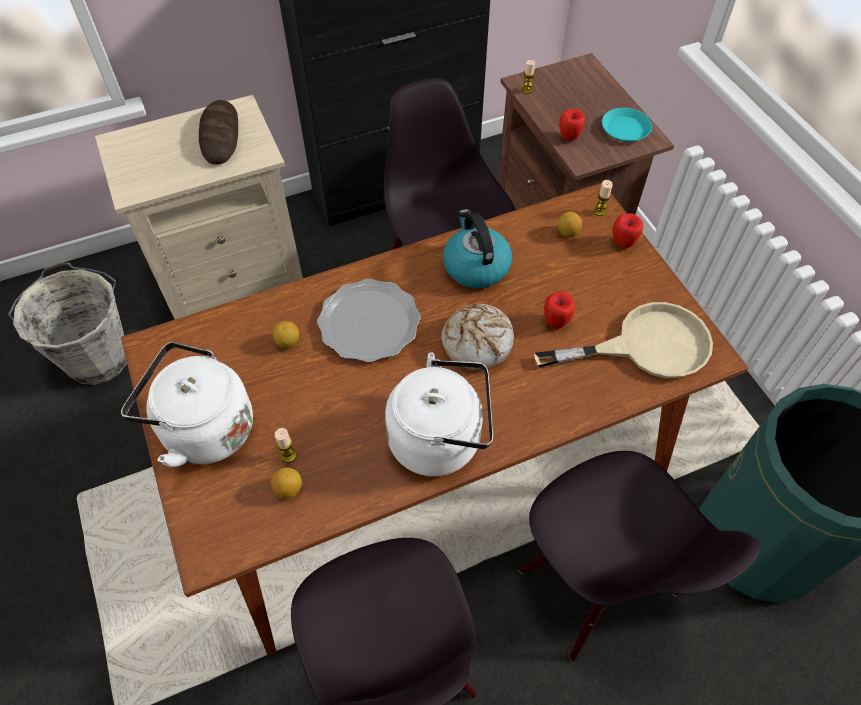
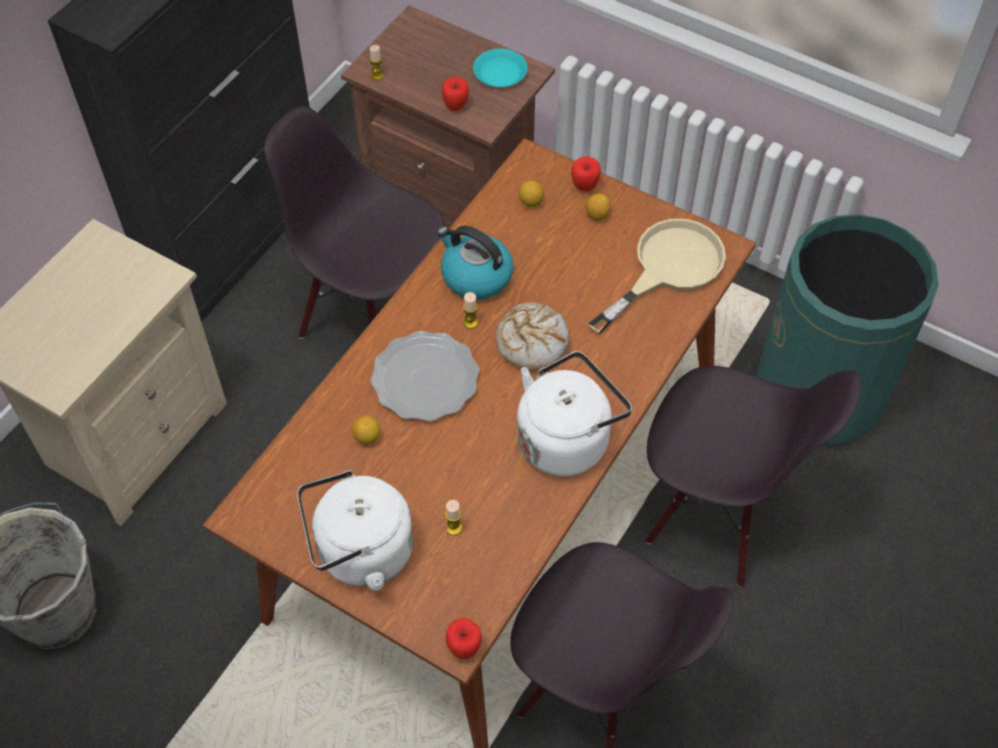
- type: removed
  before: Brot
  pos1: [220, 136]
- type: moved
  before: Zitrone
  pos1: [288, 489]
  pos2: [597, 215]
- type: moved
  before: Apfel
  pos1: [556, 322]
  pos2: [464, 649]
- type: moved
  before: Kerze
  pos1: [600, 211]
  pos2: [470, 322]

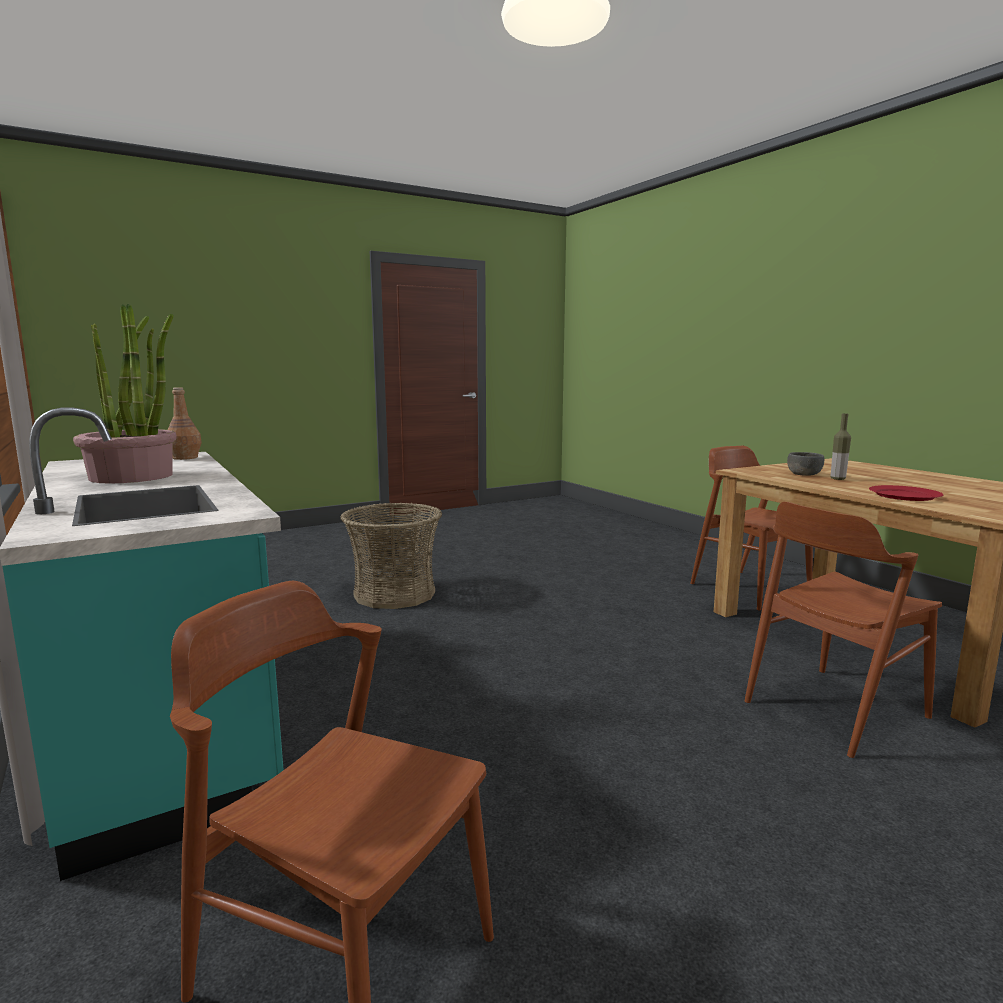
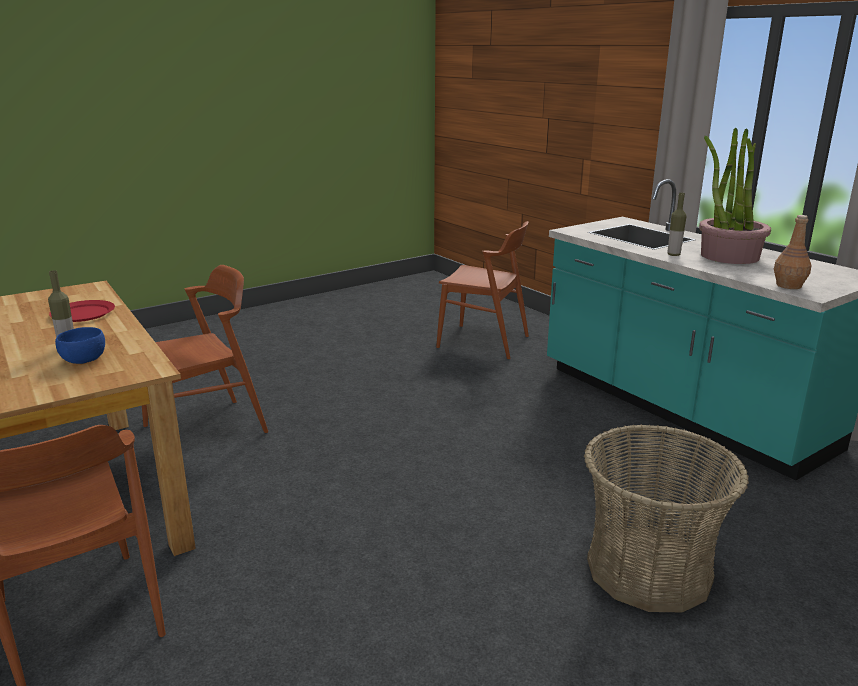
- type: added
  after: Flasche
  pos2: [673, 255]
- type: recoloured
  before: Schüssel (grau)
  after: Schüssel (blau)
  pos1: [804, 474]
  pos2: [83, 359]

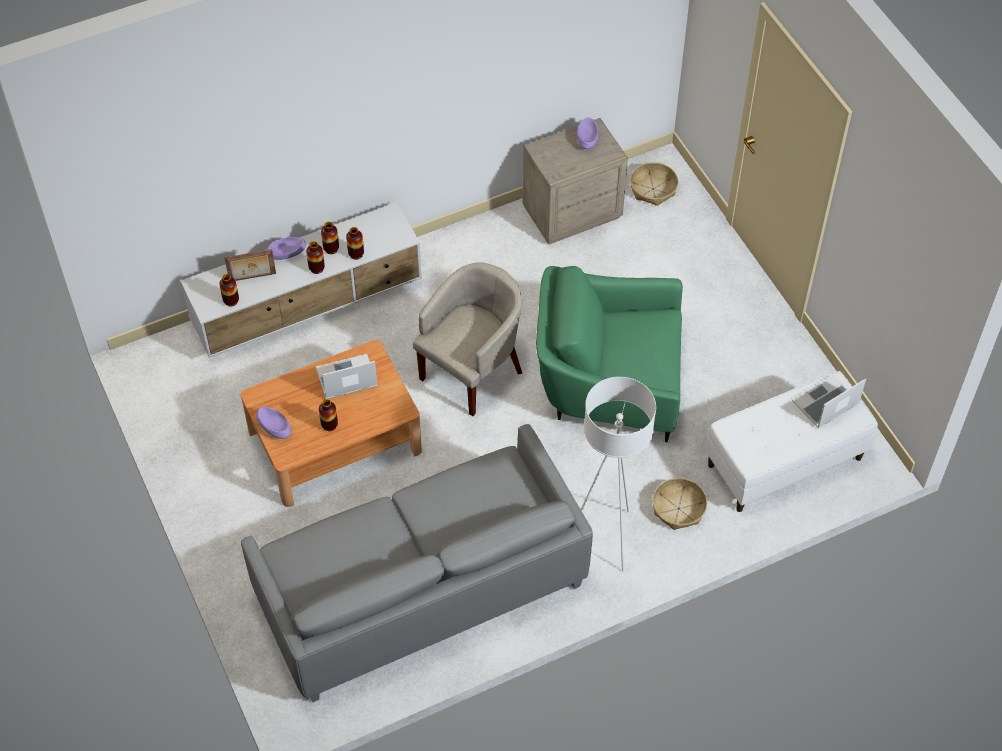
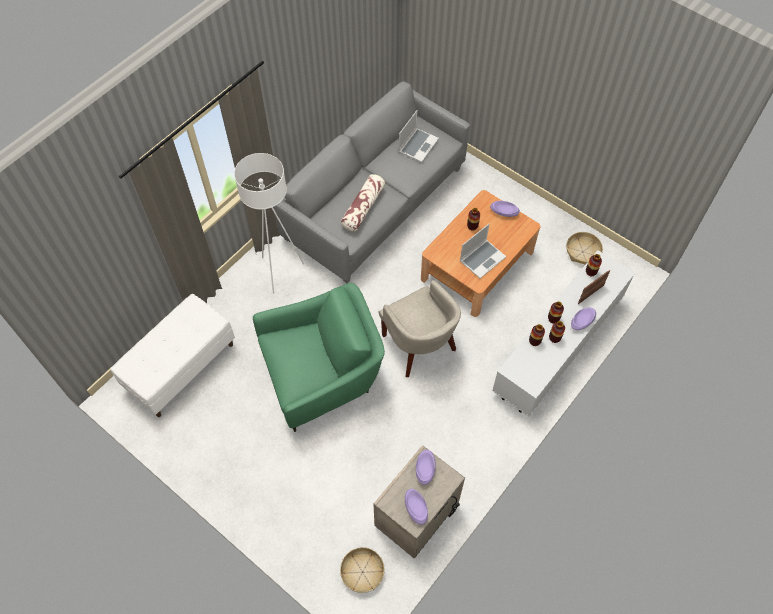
- type: added
  after: Kissen
  pos2: [363, 207]
- type: added
  after: Schüssel (lila)
  pos2: [425, 469]
- type: moved
  before: Korb
  pos1: [678, 509]
  pos2: [582, 252]
- type: moved
  before: Laptop
  pos1: [825, 404]
  pos2: [418, 145]
- type: turned
  before: Sessel (beige)
  pos1: [472, 371]
  pos2: [419, 346]
  turn: -45

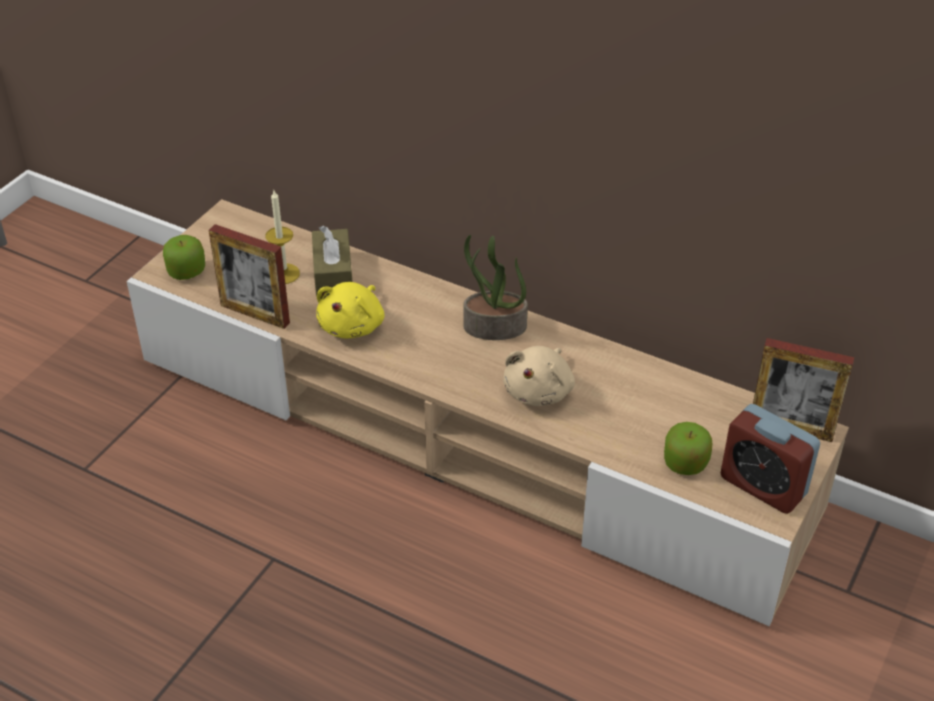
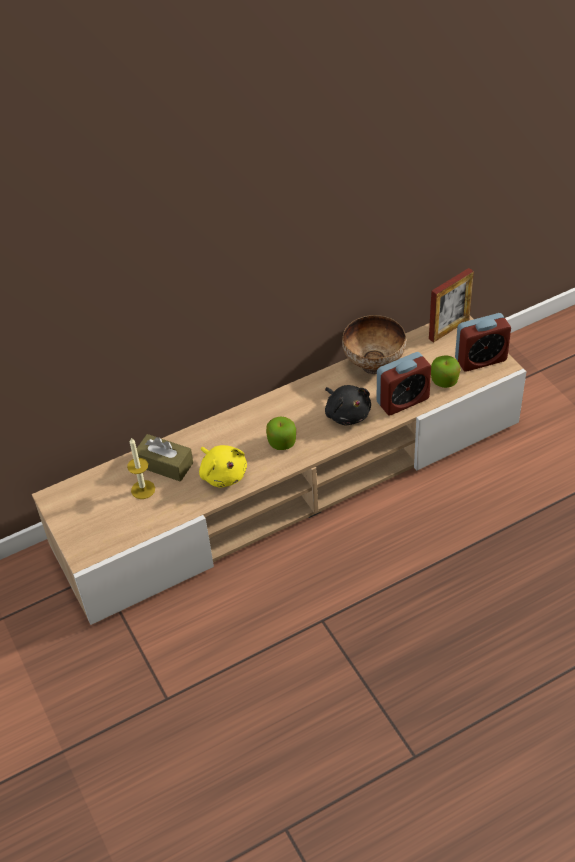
- type: removed
  before: Bilderrahmen
  pos1: [255, 314]
- type: removed
  before: Topfpflanze
  pos1: [494, 328]
- type: added
  after: Schüssel
  pos2: [374, 363]
- type: added
  after: Wecker
  pos2: [402, 401]
- type: moved
  before: Apfel
  pos1: [186, 271]
  pos2: [282, 442]
- type: recoloured
  before: Plüschtier (beige)
  after: Plüschtier (schwarz)
  pos1: [539, 391]
  pos2: [347, 413]

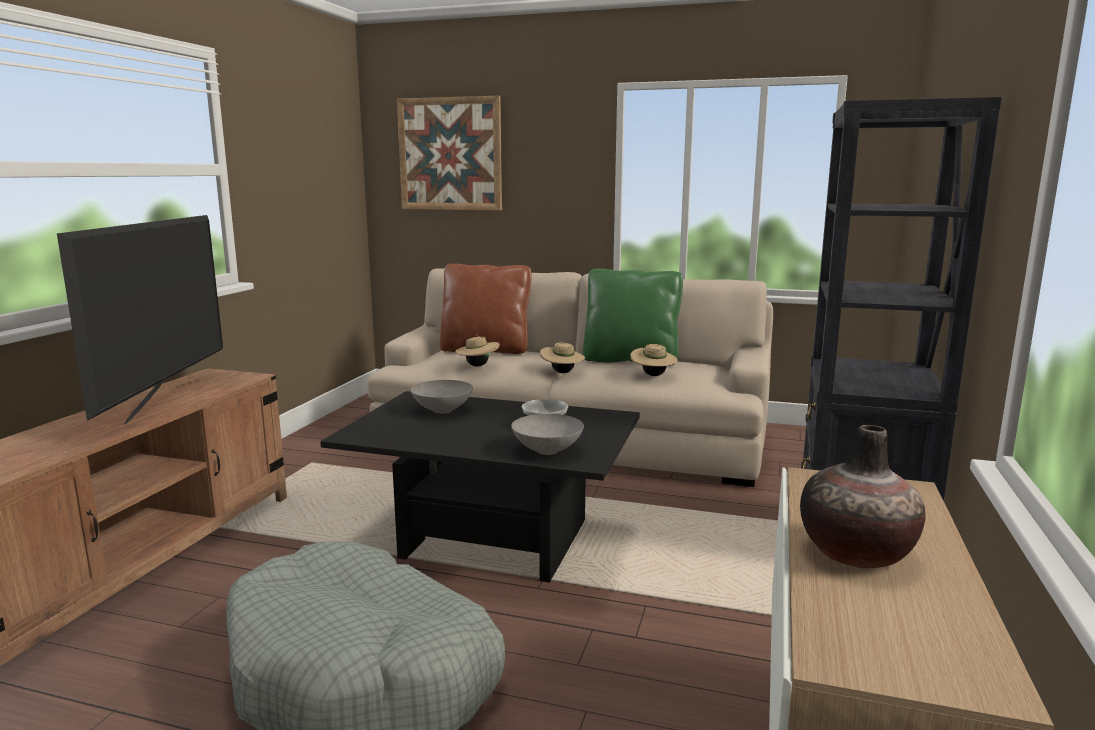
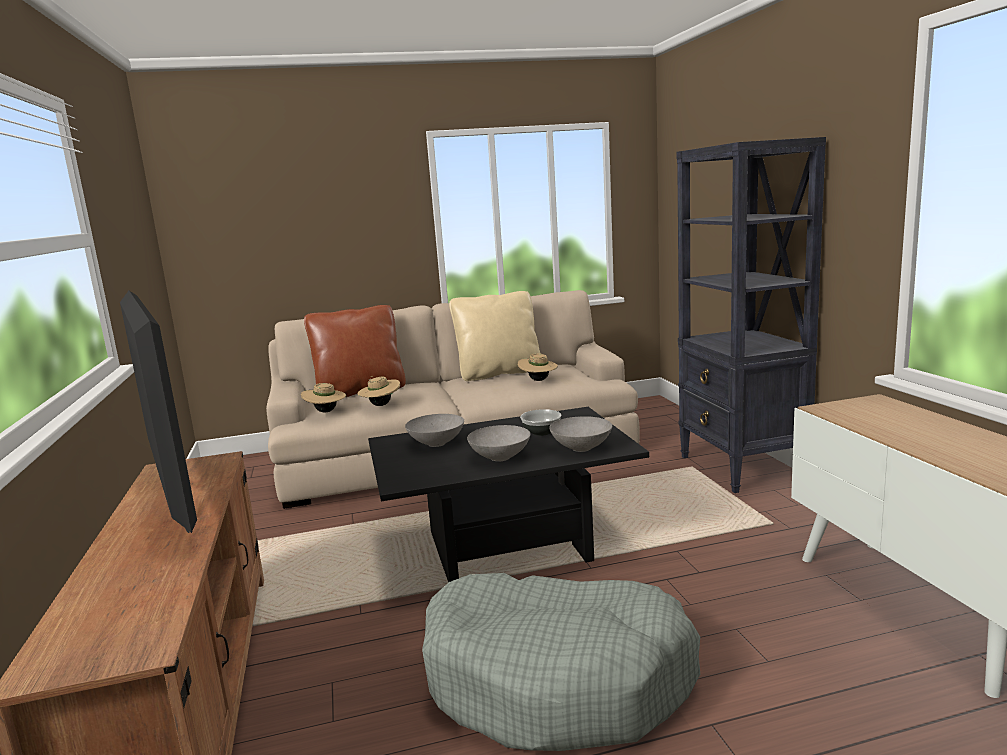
- type: removed
  before: Bild
  pos1: [450, 154]
- type: removed
  before: Vase
  pos1: [856, 553]
- type: added
  after: Schüssel (grau)
  pos2: [500, 457]
- type: moved
  before: Hut (beige)
  pos1: [562, 373]
  pos2: [326, 412]
- type: recoloured
  before: Kissen (grün)
  after: Kissen (beige)
  pos1: [630, 360]
  pos2: [499, 373]

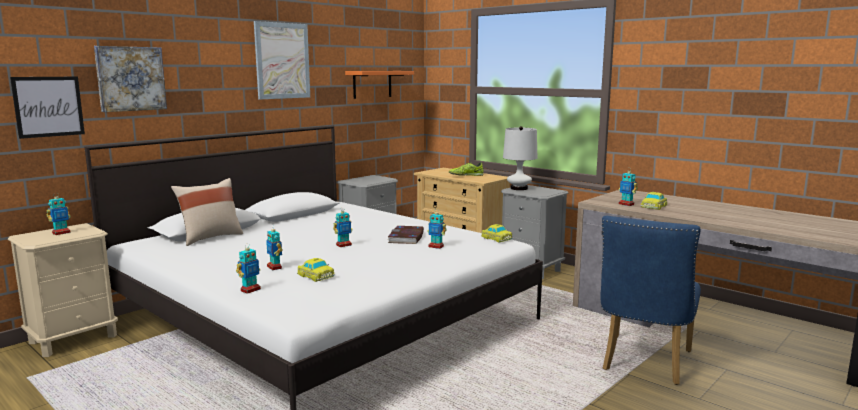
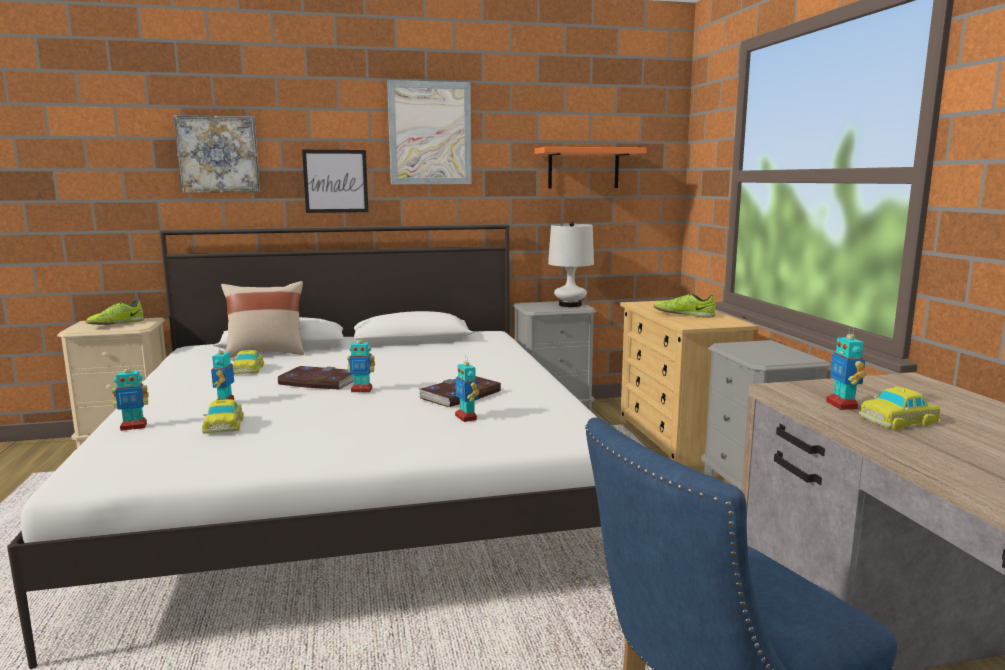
- type: added
  after: Buch
  pos2: [318, 382]
- type: moved
  before: Bild
  pos1: [48, 106]
  pos2: [335, 181]
- type: moved
  before: Spielzeugauto
  pos1: [496, 238]
  pos2: [248, 369]
- type: moved
  before: Tischlampe (weiß)
  pos1: [519, 188]
  pos2: [570, 305]
- type: replaced
  before: Spielzeugroboter
  after: Schuh
  pos1: [61, 233]
  pos2: [116, 324]

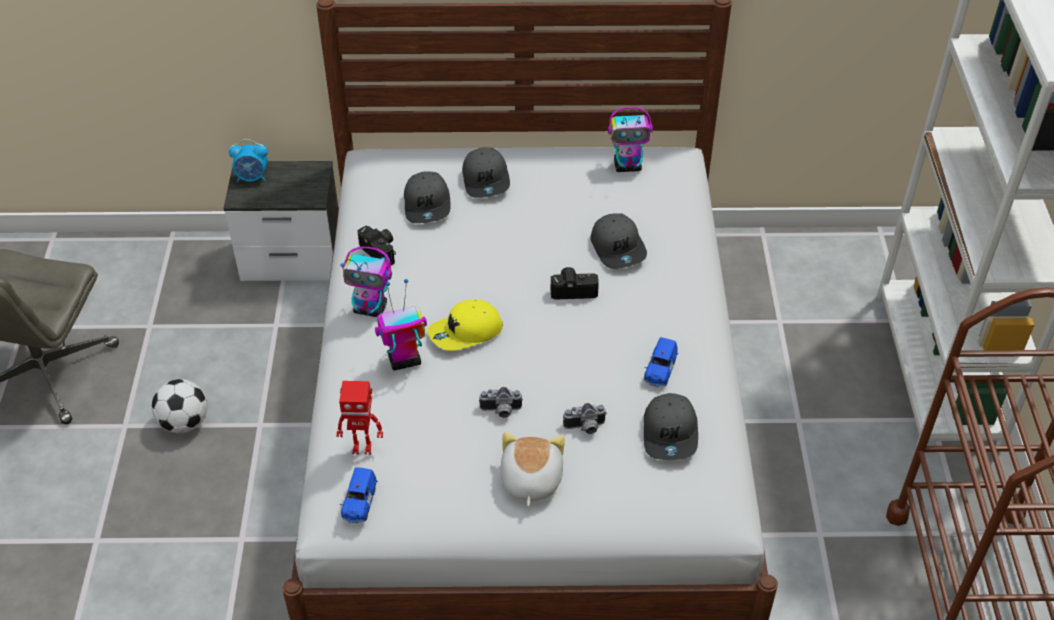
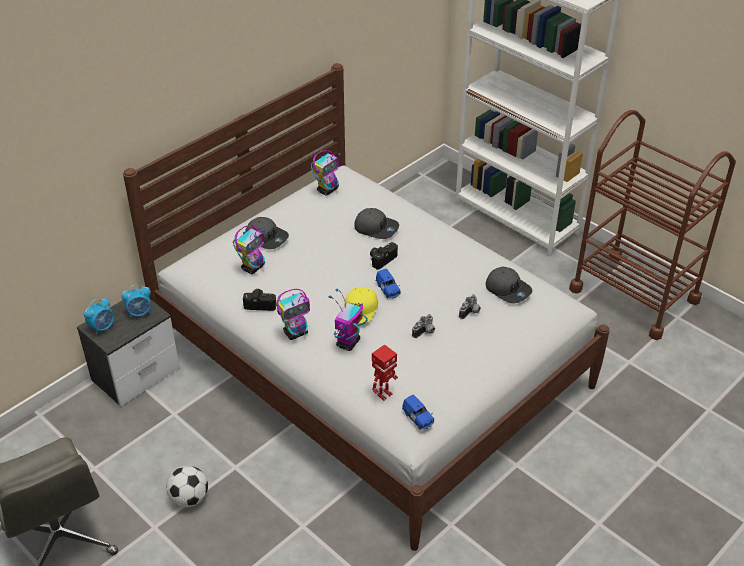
- type: removed
  before: Plüschtier
  pos1: [530, 480]
- type: added
  after: Wecker
  pos2: [140, 313]
- type: moved
  before: Spielzeugauto (blau)
  pos1: [660, 370]
  pos2: [388, 290]
- type: replaced
  before: Kappe (grau)
  after: Spielzeugroboter
  pos1: [428, 205]
  pos2: [253, 267]

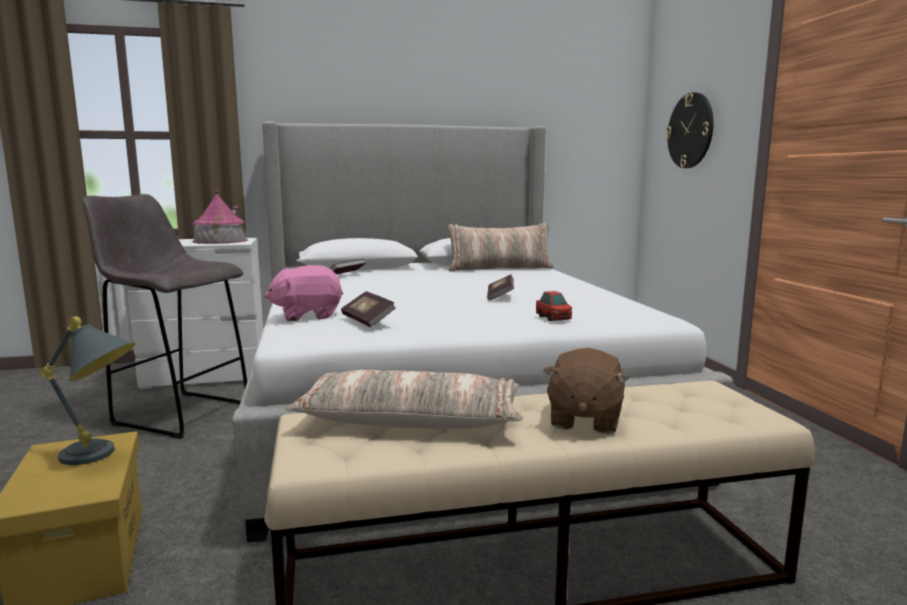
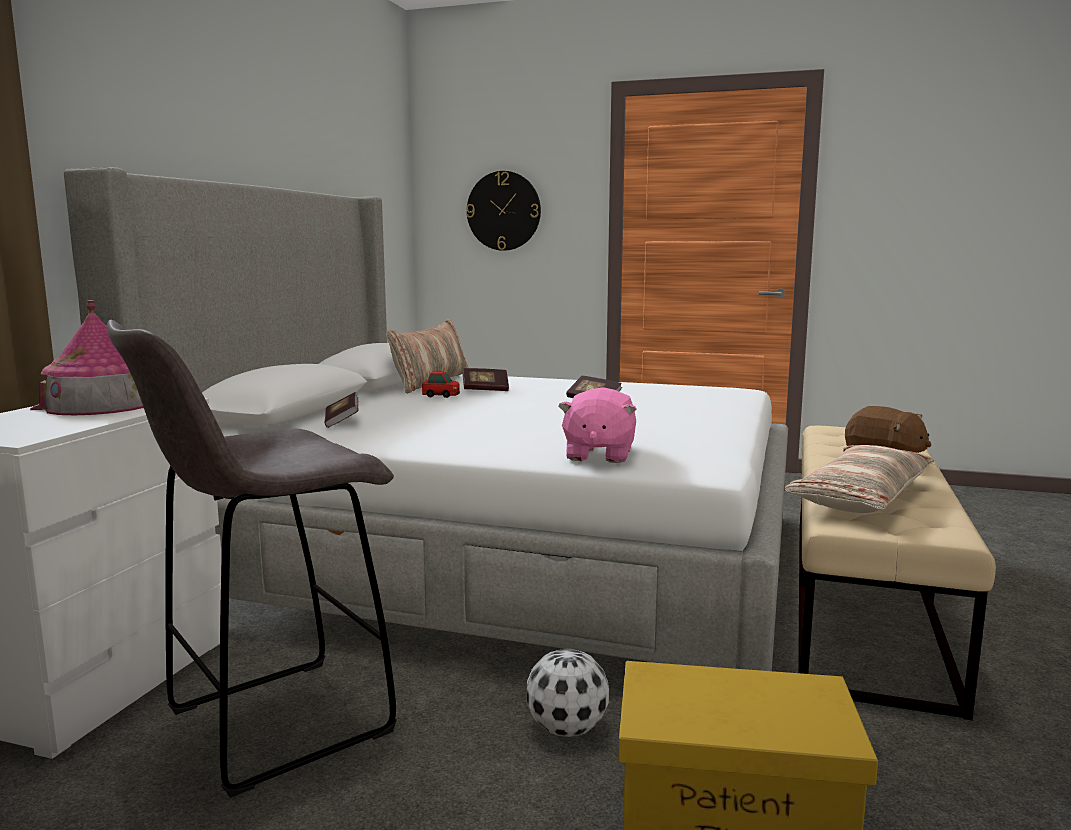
- type: removed
  before: Tischlampe (grau)
  pos1: [102, 456]
- type: added
  after: Fußball
  pos2: [566, 729]
- type: moved
  before: Buch
  pos1: [368, 320]
  pos2: [485, 389]
- type: moved
  before: Spielzeugauto
  pos1: [553, 318]
  pos2: [441, 396]

